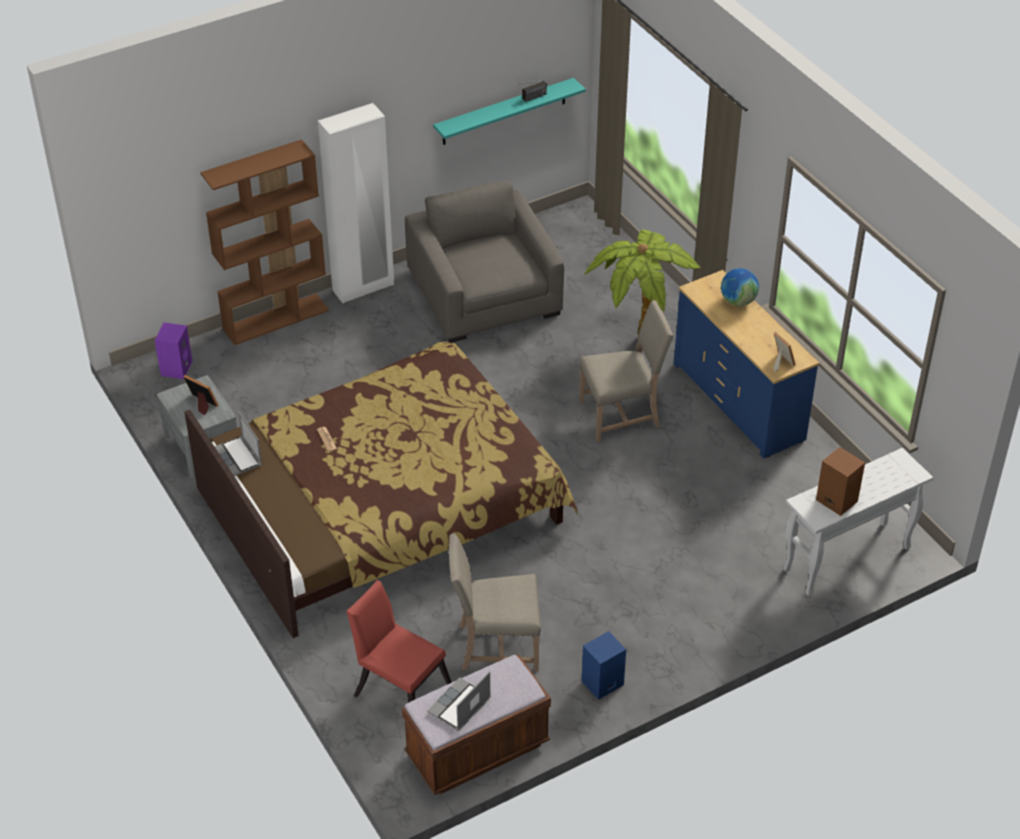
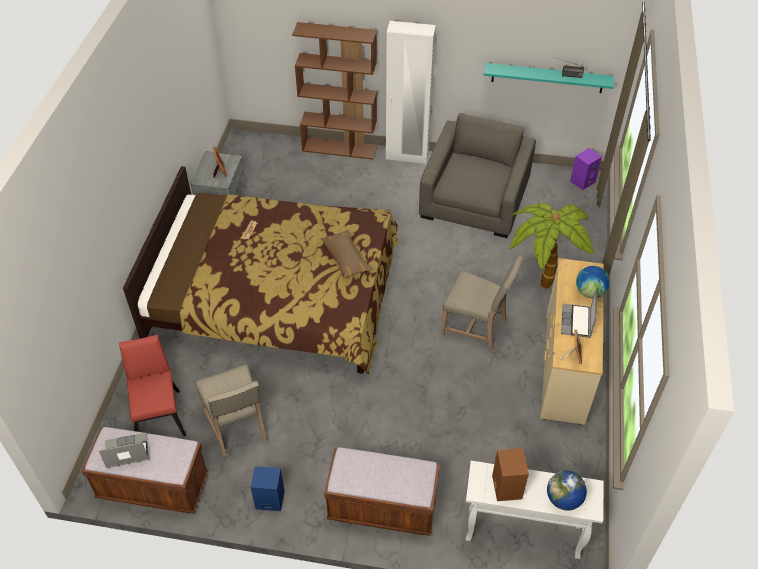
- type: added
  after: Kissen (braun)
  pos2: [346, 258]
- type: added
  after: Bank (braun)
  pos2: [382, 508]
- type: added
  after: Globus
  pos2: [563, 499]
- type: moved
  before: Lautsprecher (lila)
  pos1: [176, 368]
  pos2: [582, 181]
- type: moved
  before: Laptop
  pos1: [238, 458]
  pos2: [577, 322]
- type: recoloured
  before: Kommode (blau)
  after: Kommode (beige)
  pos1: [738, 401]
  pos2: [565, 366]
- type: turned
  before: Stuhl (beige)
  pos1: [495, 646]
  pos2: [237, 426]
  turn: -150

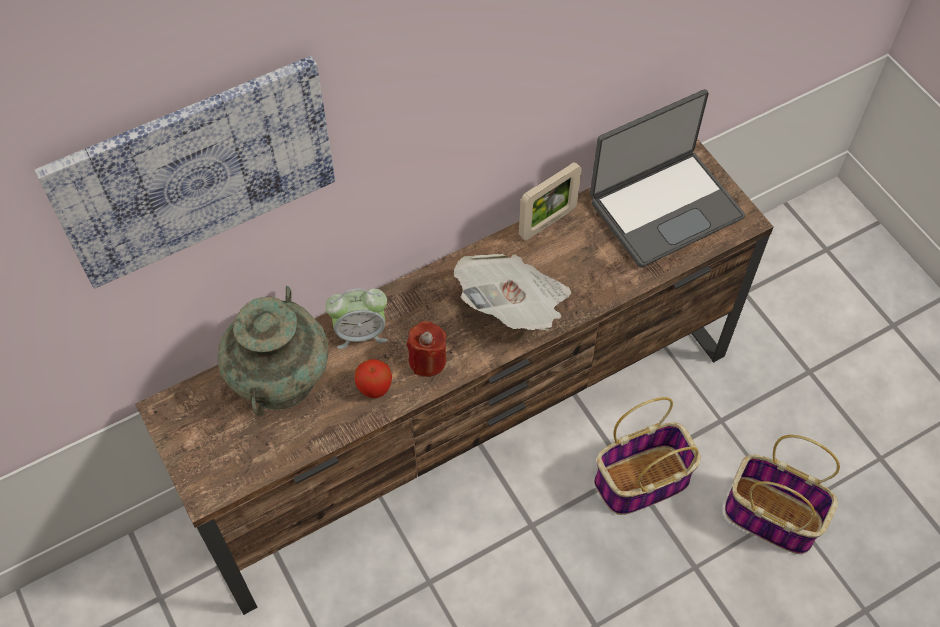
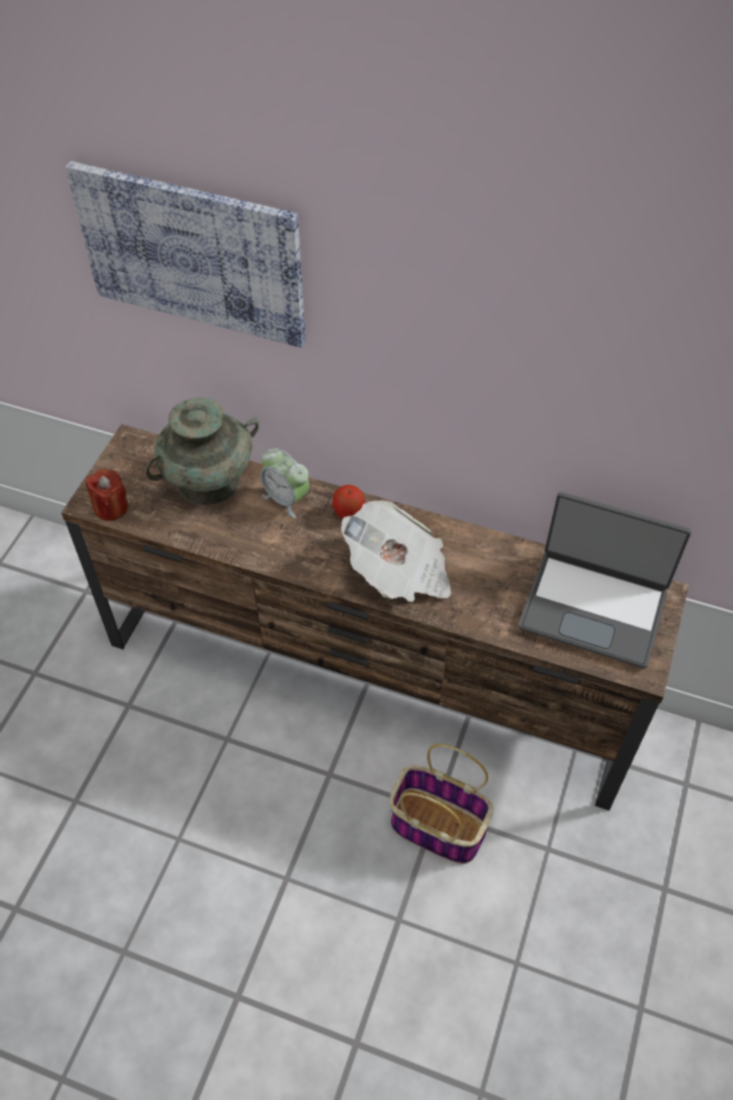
- type: removed
  before: Bilderrahmen
  pos1: [547, 222]
- type: removed
  before: Korb
  pos1: [770, 516]
- type: moved
  before: Apfel
  pos1: [374, 387]
  pos2: [349, 513]
- type: moved
  before: Kerze (rot)
  pos1: [427, 360]
  pos2: [111, 508]

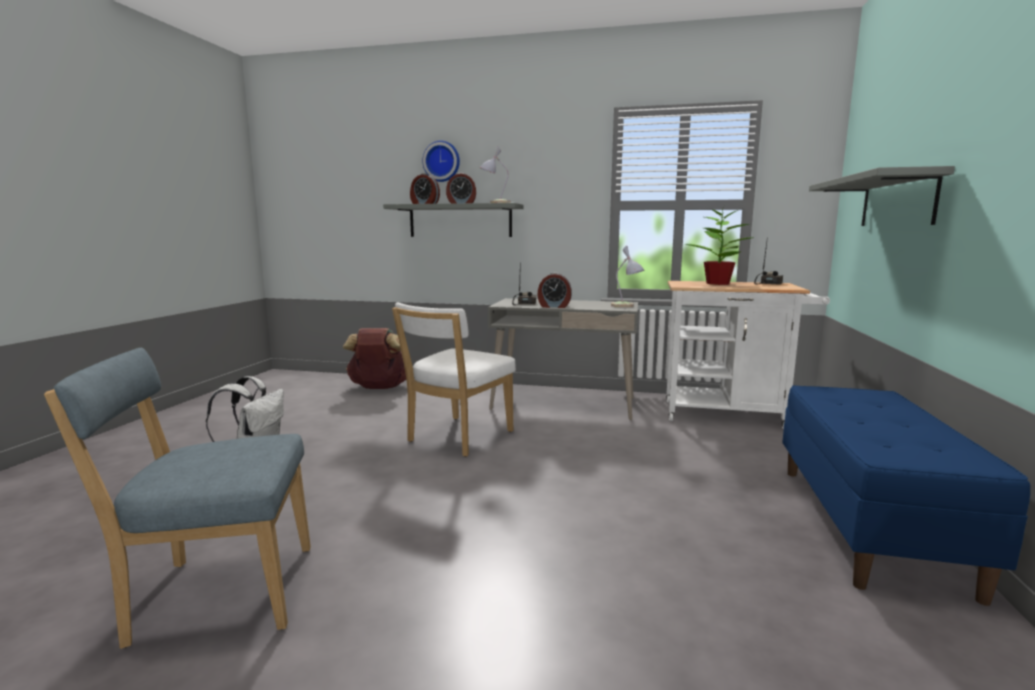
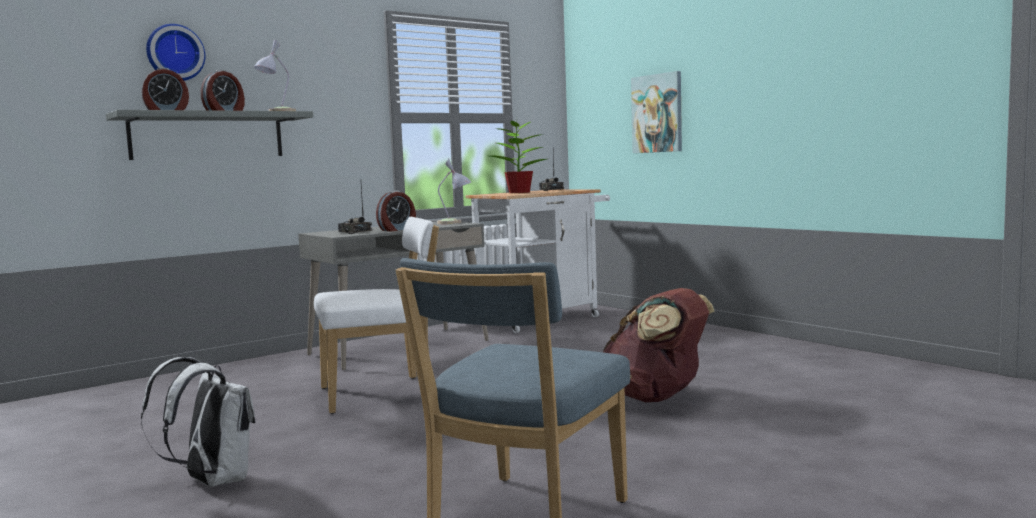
- type: removed
  before: Bank (blau)
  pos1: [869, 525]
- type: moved
  before: Rucksack (braun)
  pos1: [379, 388]
  pos2: [656, 398]
- type: replaced
  before: Wandregal (grau)
  after: Bild
  pos1: [897, 201]
  pos2: [657, 113]
- type: turned
  before: Stuhl (weiß)
  pos1: [457, 438]
  pos2: [382, 393]
  turn: -90

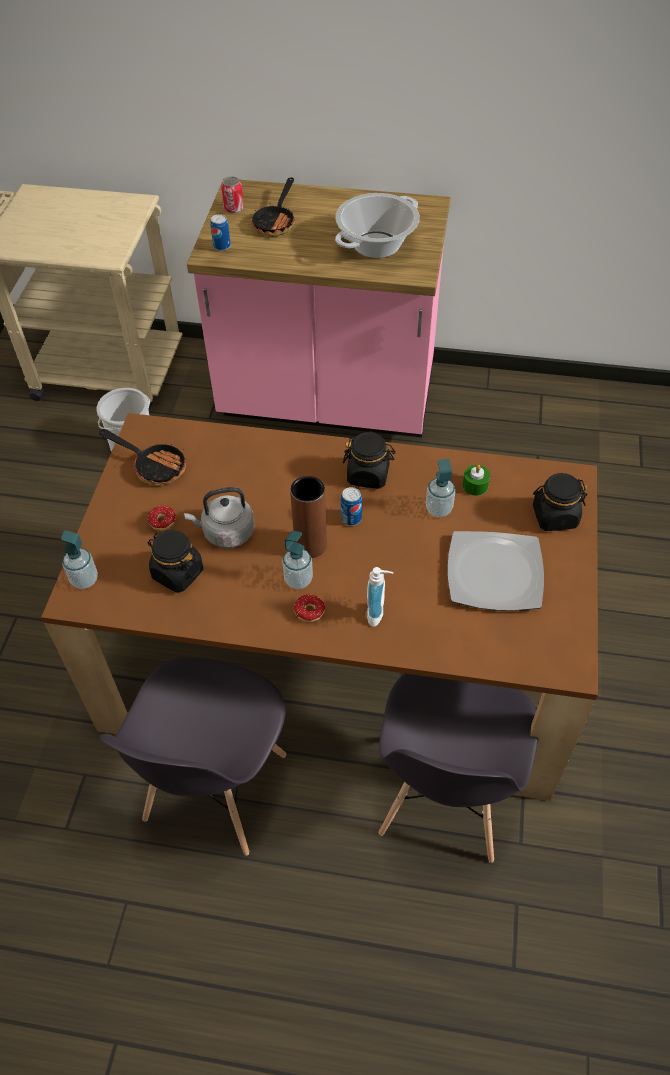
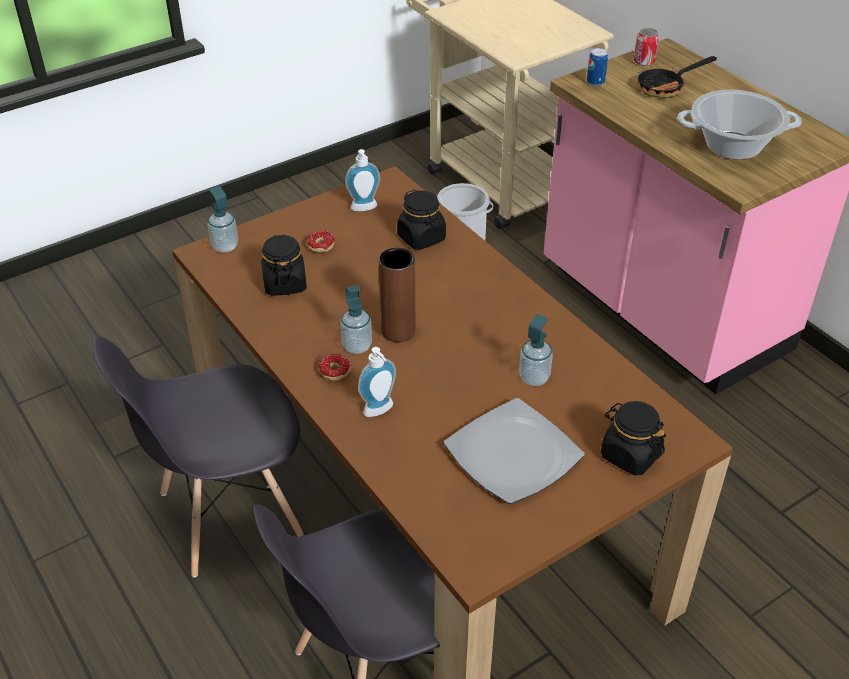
- type: removed
  before: Wasserkessel (grau)
  pos1: [226, 533]
- type: removed
  before: Dose
  pos1: [351, 518]
- type: removed
  before: Kerze (grün)
  pos1: [475, 485]
- type: moved
  before: Vorratsglas (schwarz)
  pos1: [368, 474]
  pos2: [421, 238]
- type: replaced
  before: Pfanne
  after: Seifenspender
  pos1: [154, 466]
  pos2: [364, 209]

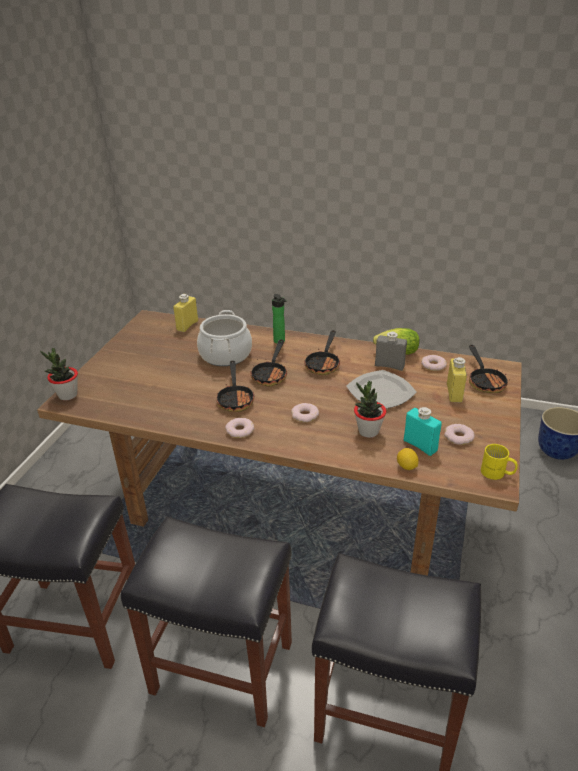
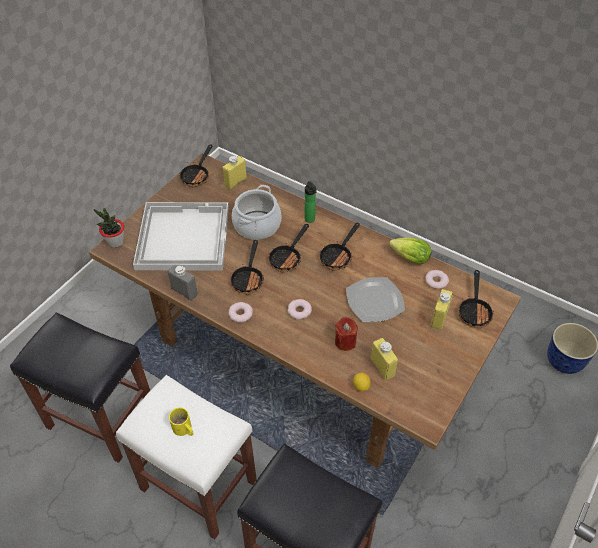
- type: removed
  before: Donut
  pos1: [458, 437]
- type: added
  after: Tablett (weiß)
  pos2: [182, 237]
- type: added
  after: Pfanne
  pos2: [197, 175]
- type: moved
  before: Flasche (grau)
  pos1: [389, 366]
  pos2: [184, 291]
- type: moved
  before: Henkelbecher (gelb)
  pos1: [497, 473]
  pos2: [183, 430]
- type: replaced
  before: Topfpflanze
  after: Kerze (rot)
  pos1: [368, 431]
  pos2: [345, 342]
- type: recoloured
  before: Hocker (schwarz)
  after: Hocker (weiß)
  pos1: [220, 668]
  pos2: [197, 484]
- type: recoloured
  before: Flasche (türkis)
  after: Flasche (gelb)
  pos1: [420, 445]
  pos2: [382, 367]

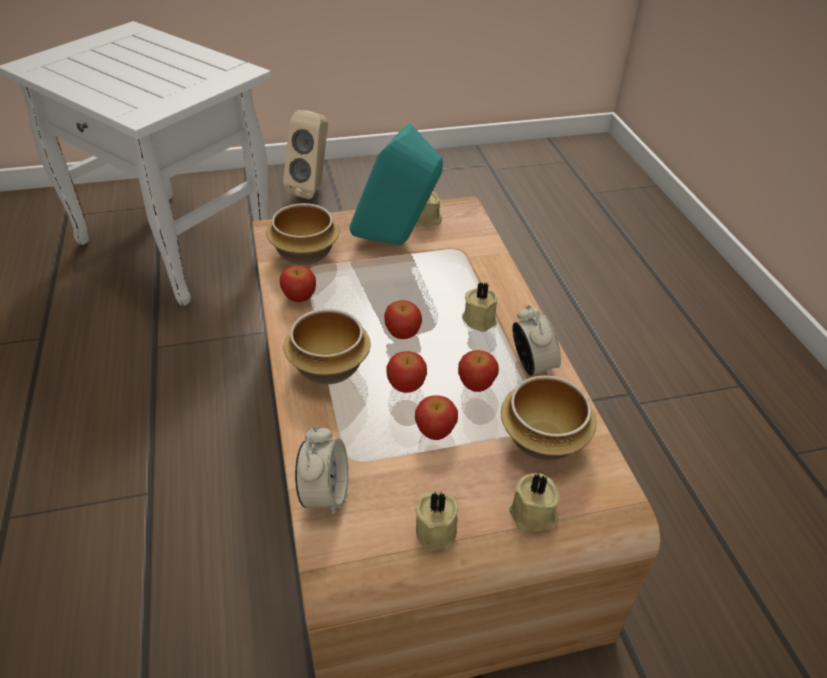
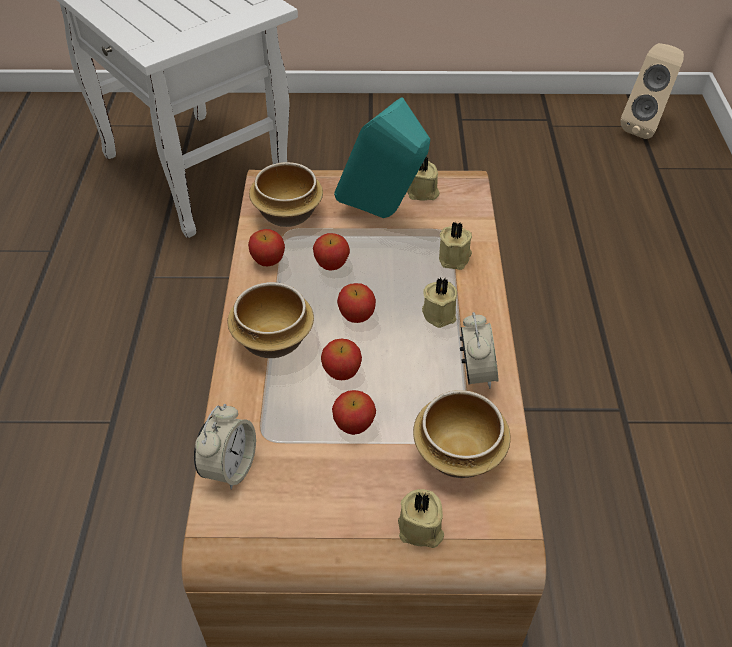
- type: moved
  before: Lautsprecher (beige)
  pos1: [312, 189]
  pos2: [645, 127]
- type: moved
  before: Kerze (beige)
  pos1: [438, 530]
  pos2: [455, 258]
- type: moved
  before: Apfel
  pos1: [476, 384]
  pos2: [331, 264]

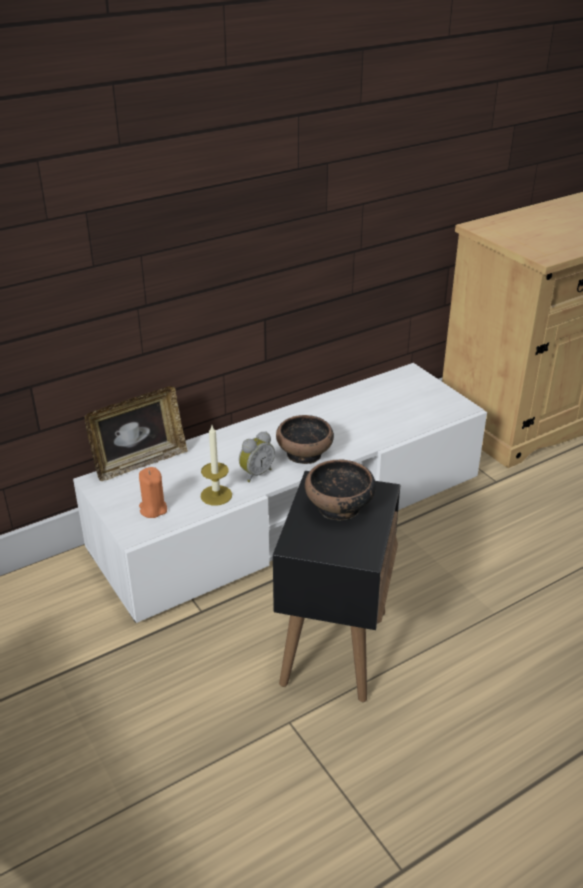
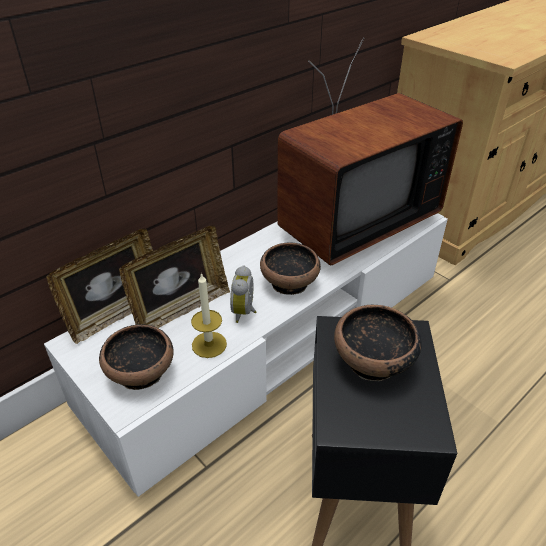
- type: added
  after: Bilderrahmen
  pos2: [181, 308]
- type: added
  after: Fernseher
  pos2: [350, 222]
- type: replaced
  before: Kerze (orange)
  after: Schüssel
  pos1: [153, 509]
  pos2: [141, 372]
- type: turned
  before: Wecker
  pos1: [255, 473]
  pos2: [245, 312]
  turn: 150

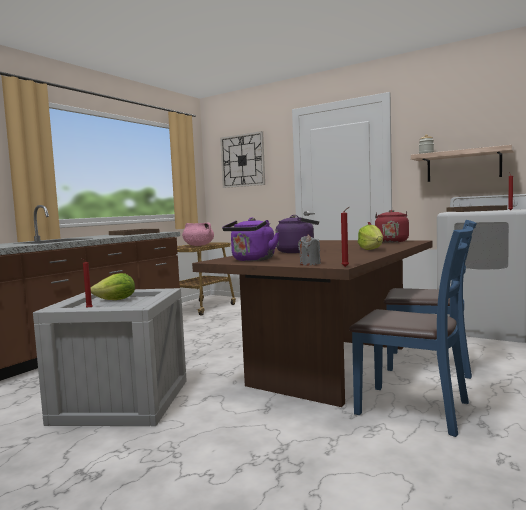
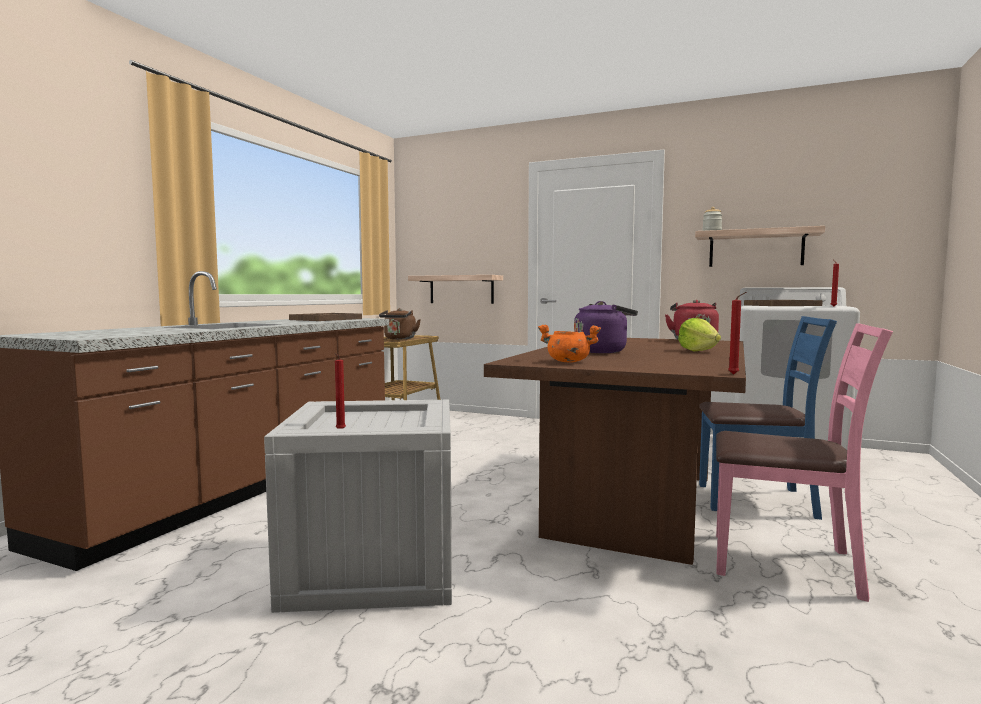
- type: removed
  before: Salatkopf
  pos1: [116, 300]
- type: removed
  before: Wanduhr
  pos1: [242, 160]
- type: removed
  before: Kerze (grau)
  pos1: [309, 264]
- type: added
  after: Wandregal
  pos2: [461, 289]
- type: replaced
  before: Kochtopf (rosa)
  after: Wasserkessel (braun)
  pos1: [198, 245]
  pos2: [399, 339]
- type: replaced
  before: Wasserkessel (lila)
  after: Kochtopf (orange)
  pos1: [252, 260]
  pos2: [568, 362]
- type: recoloured
  before: Stuhl (blau)
  after: Stuhl (rosa)
  pos1: [414, 409]
  pos2: [786, 564]

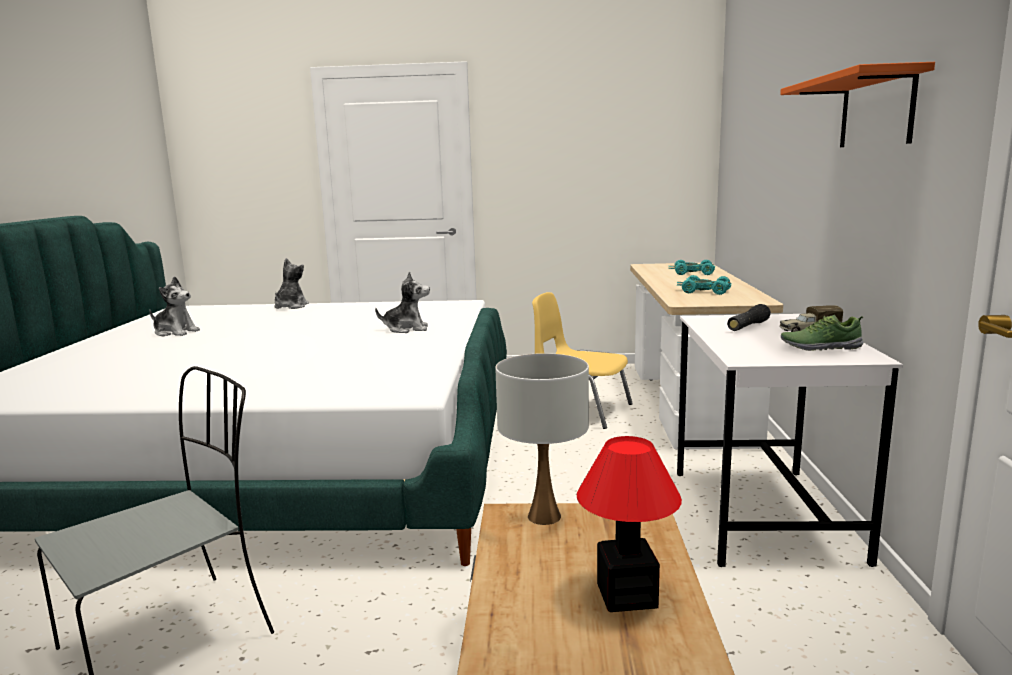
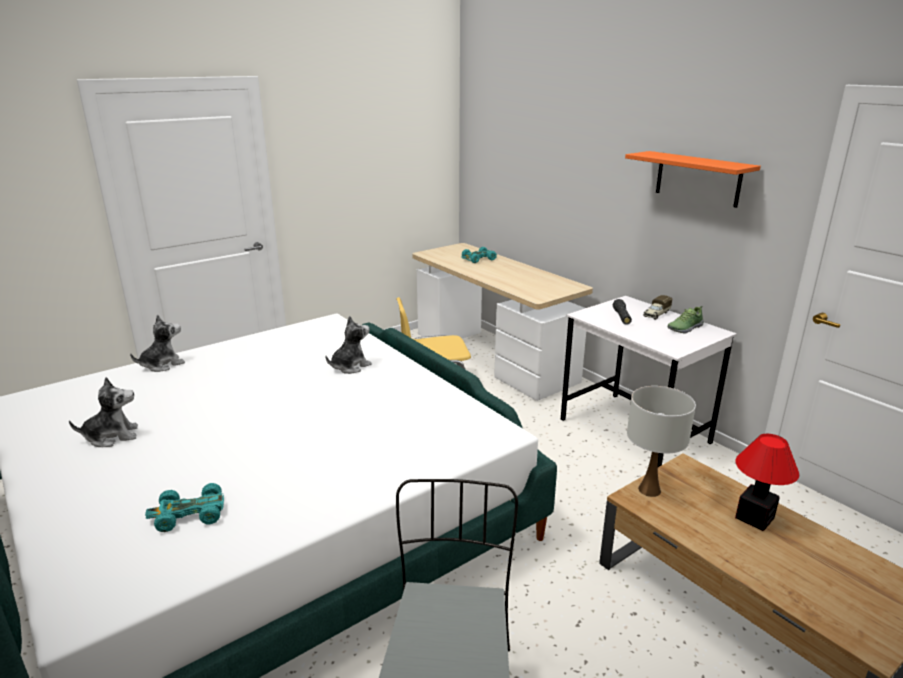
- type: moved
  before: Spielzeugauto (türkis)
  pos1: [704, 291]
  pos2: [189, 515]
- type: turned
  before: Plüschtier
  pos1: [290, 306]
  pos2: [162, 365]
  turn: 75

